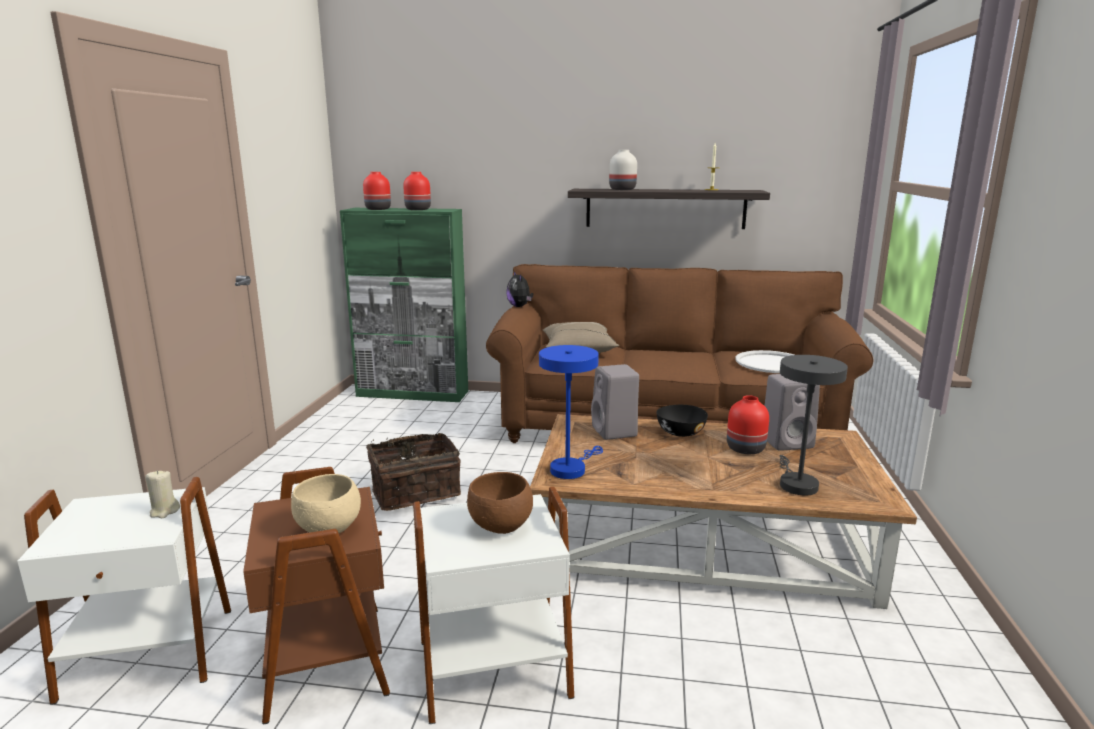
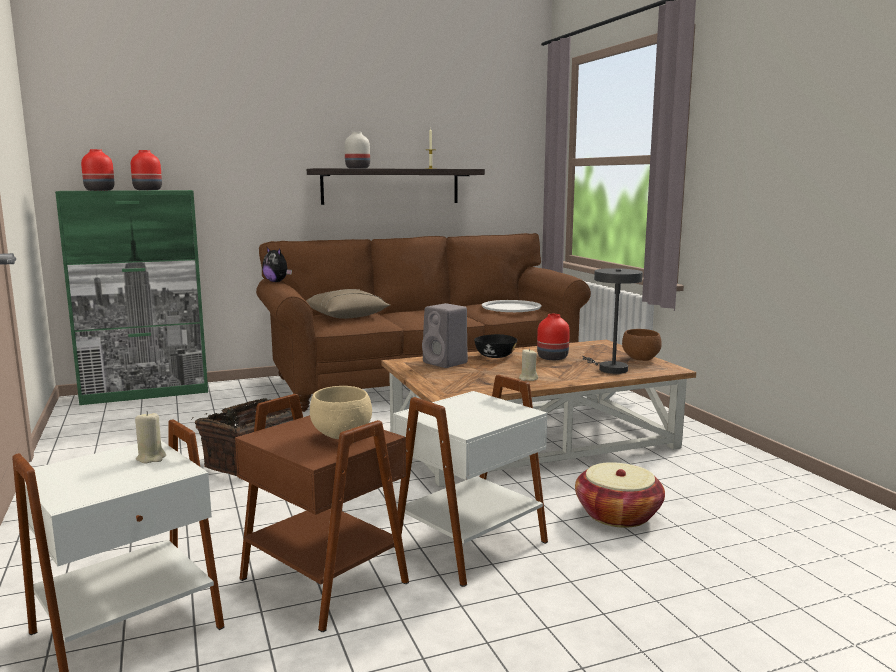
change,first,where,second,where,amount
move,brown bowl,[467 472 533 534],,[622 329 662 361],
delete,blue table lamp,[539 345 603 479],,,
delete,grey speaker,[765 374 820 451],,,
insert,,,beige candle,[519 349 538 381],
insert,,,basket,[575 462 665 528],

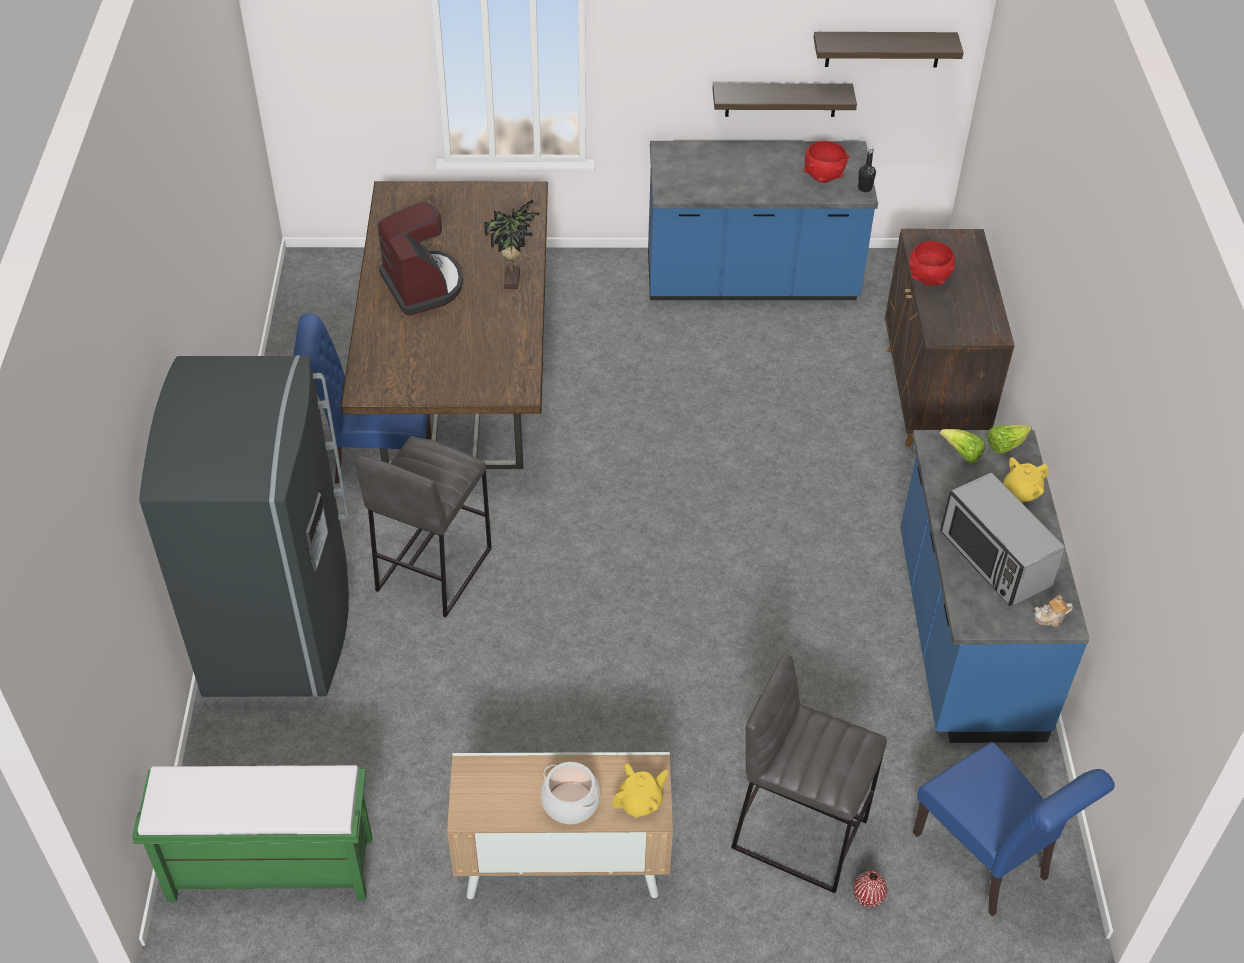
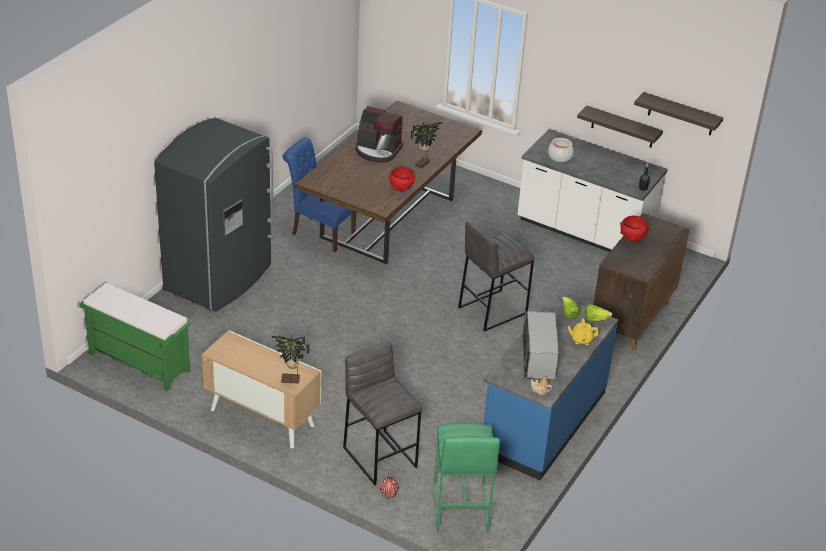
change,first,where,second,where,amount
move,grey stool,[355 436 492 618],,[458 221 534 331],
rotate,coffee machine,[378 201 463 316],,[355 106 403 163],105 degrees clockwise
move,cooking pot,[541 762 600 824],,[548 138 574 162],
replace,yellow teapot,[612 763 669 818],potted plant,[272 336 309 384],
recolor,blue counter,[648 141 878 300],white counter,[517 129 668 252],
move,red bowl,[804 141 849 183],,[388 167 416 192],
replace,blue chair,[913 742 1115 917],green stool,[434 423 500 532],

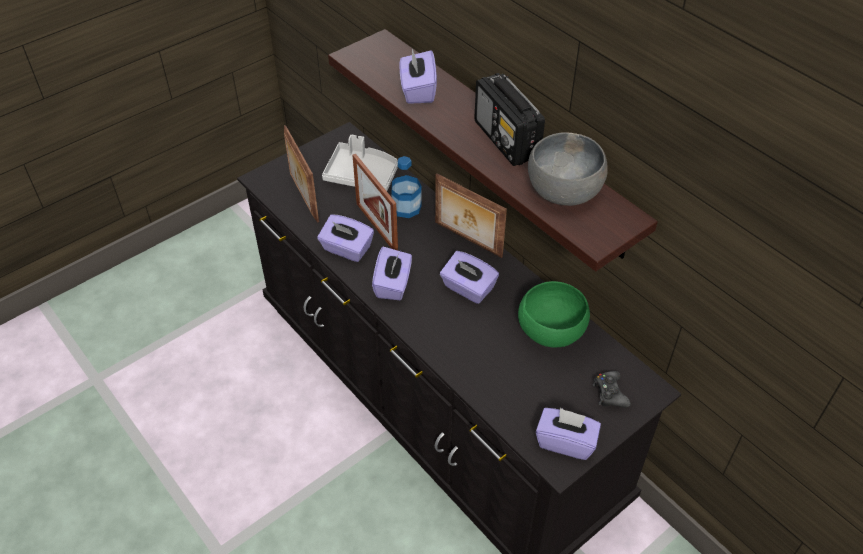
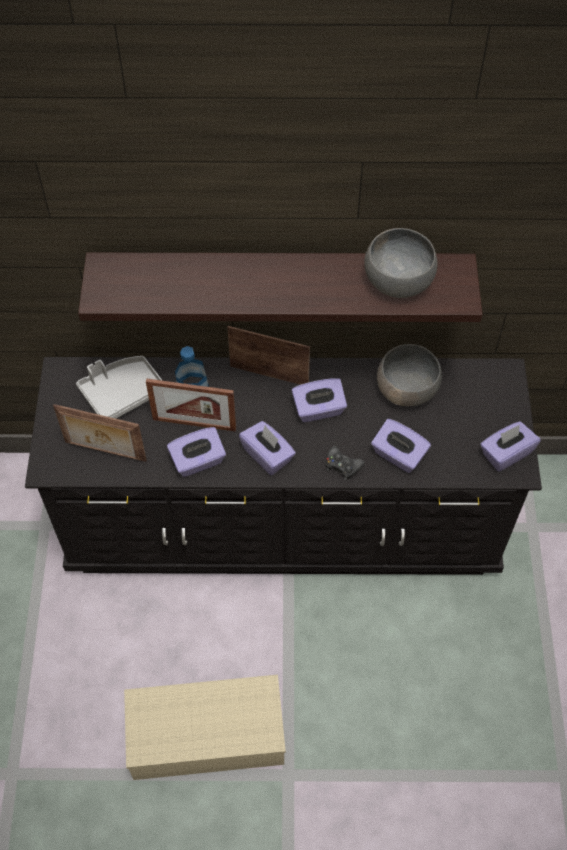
change,first,where,second,where,amount
move,purple tissue box,[400 49 437 104],,[371 419 431 473],
rotate,picture frame,[435 173 507 258],,[227 326 310 385],150 degrees counterclockwise
delete,radio,[474 73 545 166],,,
recolor,green bowl,[518 281 590 347],grey bowl,[377 344 442 406],
move,black game controller,[592 371 631 407],,[325 446 365 481],
insert,,,beige storage box,[124 675 286 780],

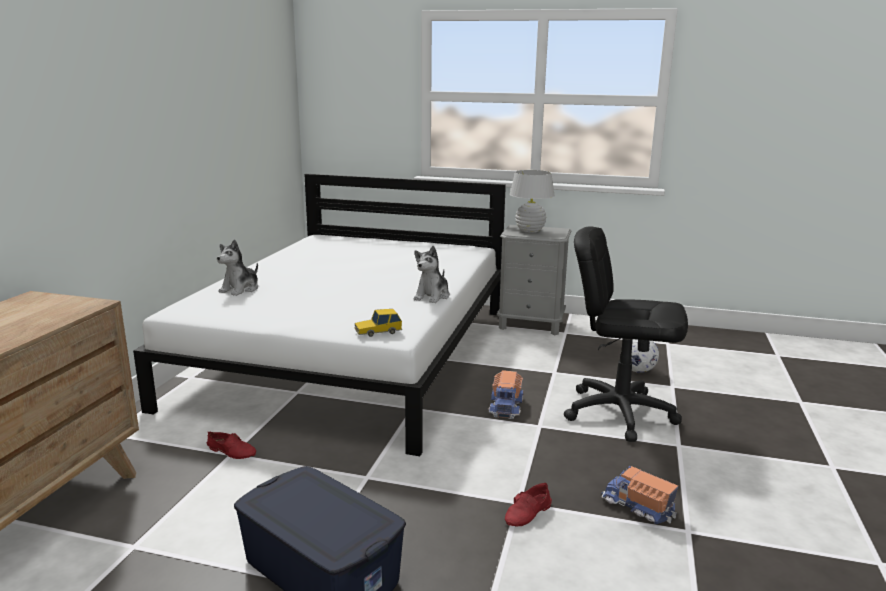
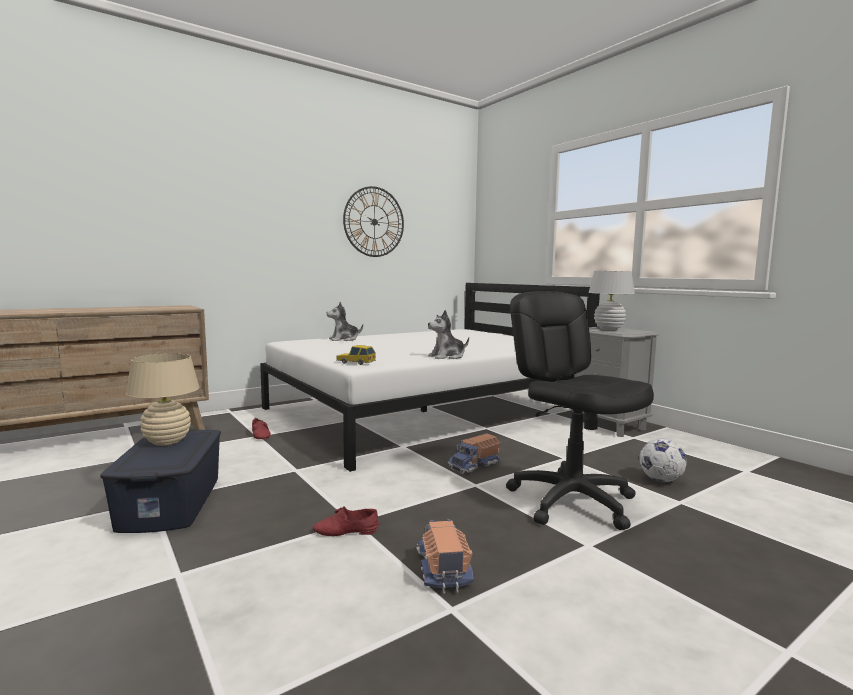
change,first,where,second,where,amount
insert,,,beige table lamp,[126 354 199 446],
insert,,,wall clock,[343 186 404 257],

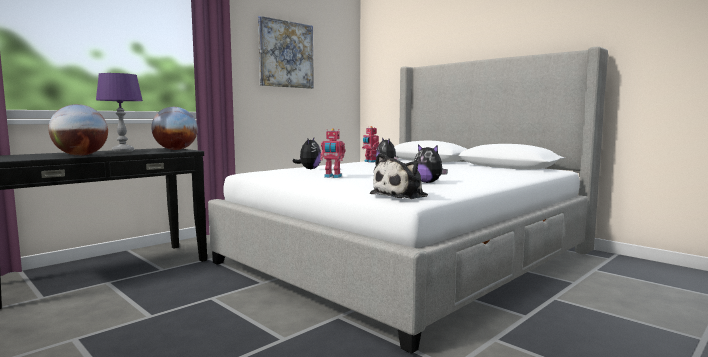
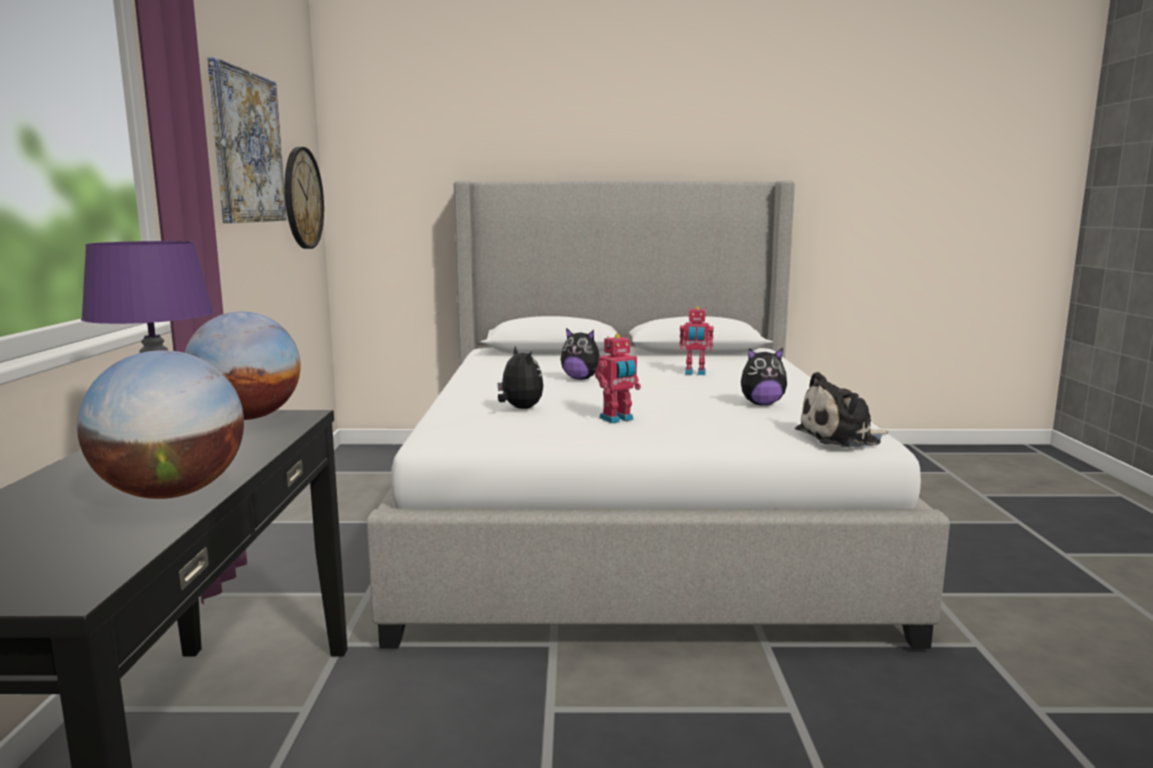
change,first,where,second,where,amount
move,toy robot,[362 126 379 163],,[679 306 714 375],
rotate,plush toy,[370 153 428 199],,[795 372 889 447],75 degrees clockwise
insert,,,wall clock,[285 147 324 249],

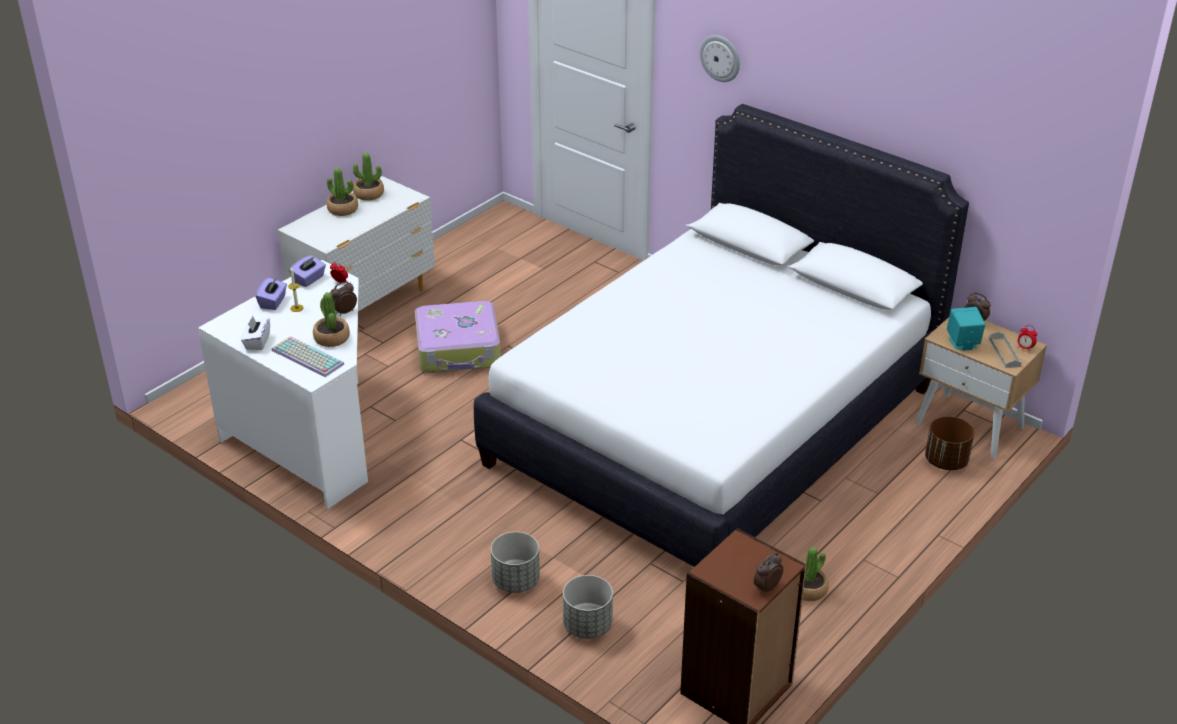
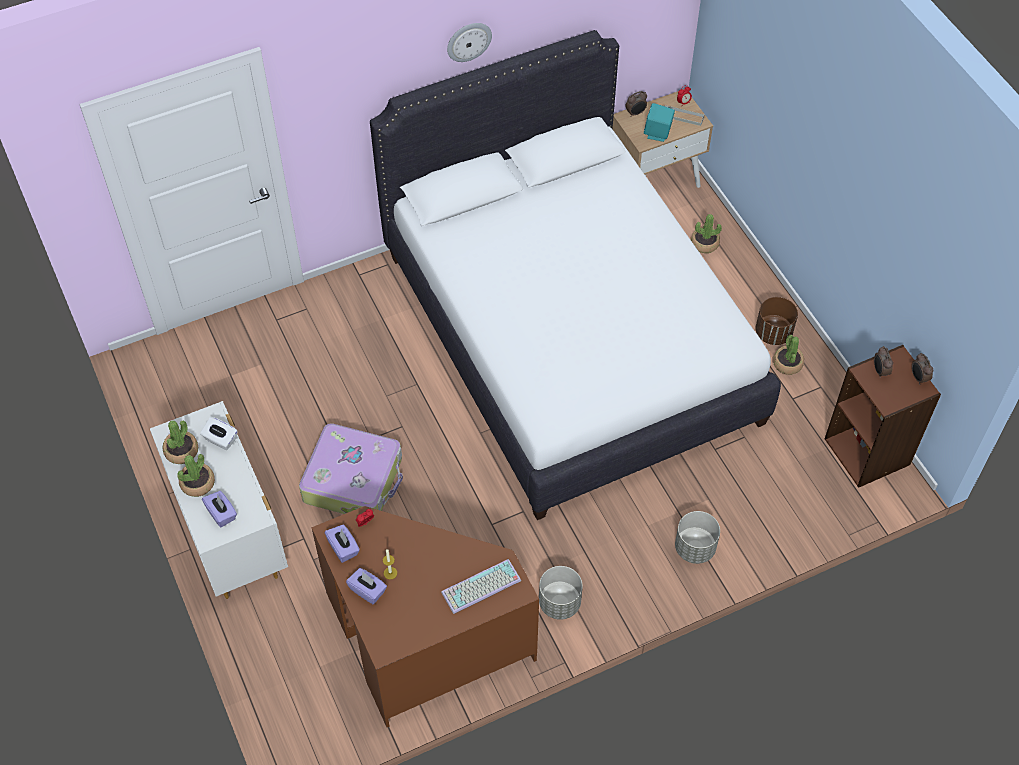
change,first,where,second,where,amount
recolor,white desk,[198 260 368 509],brown desk,[311 506 539 727],
move,white tissue box,[241 316 270 350],,[200 417 237 450],
move,potted plant,[313 292 350 347],,[691 214 722 253],
move,alarm clock,[330 281 357 316],,[874 346 893 378],
move,grey planter,[563 575 613 639],,[539 566 583 620],
move,wall clock,[700 35 740 82],,[447 23 492 62],
move,brown planter,[925 416 974 470],,[756 297 798 345],
insert,,,purple tissue box,[202 491 237 528],

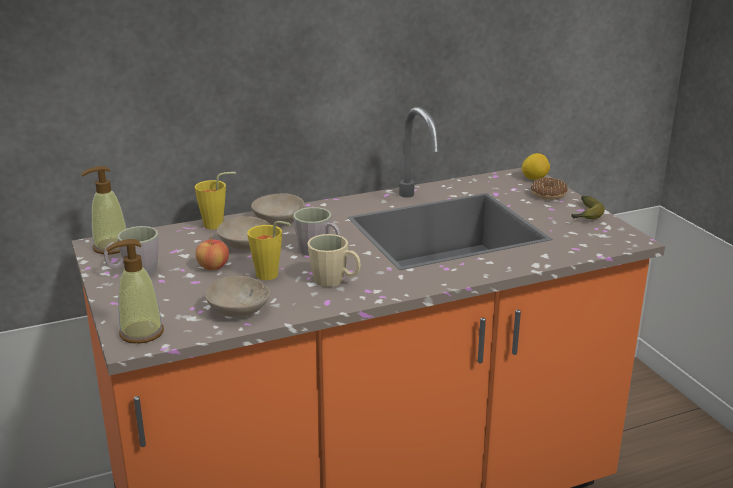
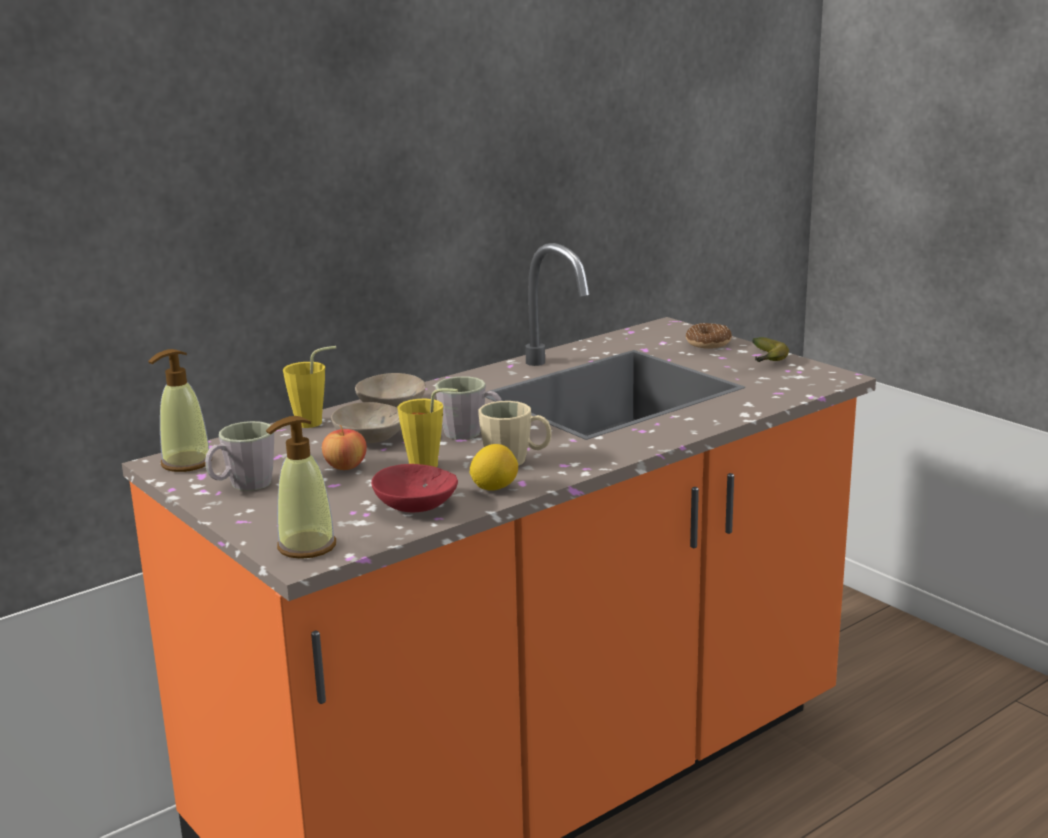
change,first,where,second,where,amount
recolor,beige bowl,[205 276 271 317],red bowl,[371 464 458 512],
move,lemon,[521 153 550 180],,[470 444 518 490],

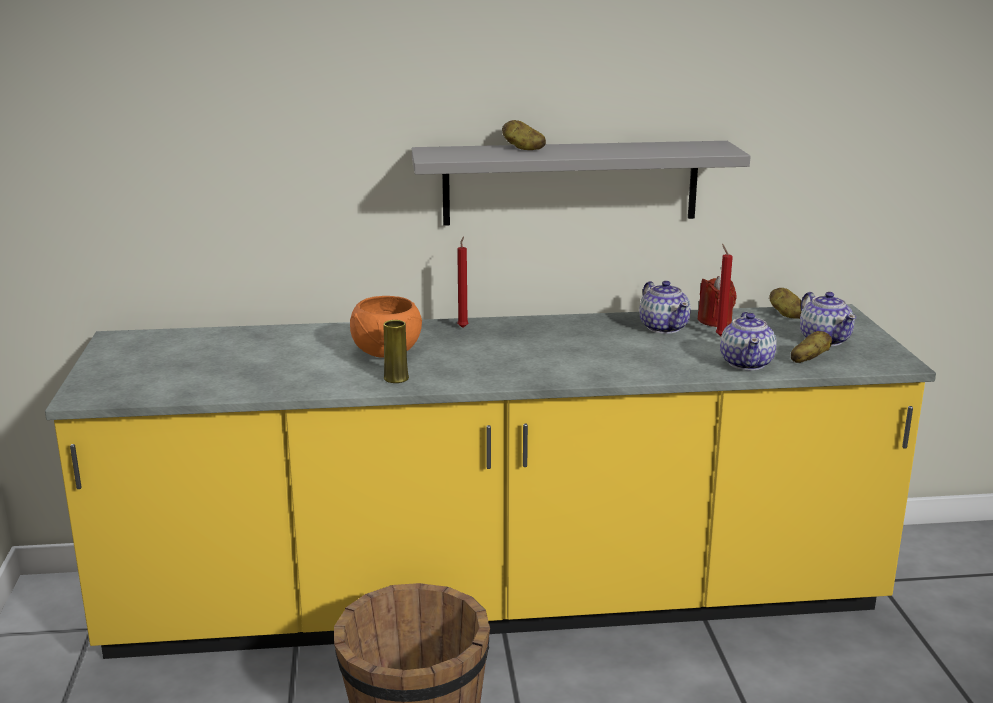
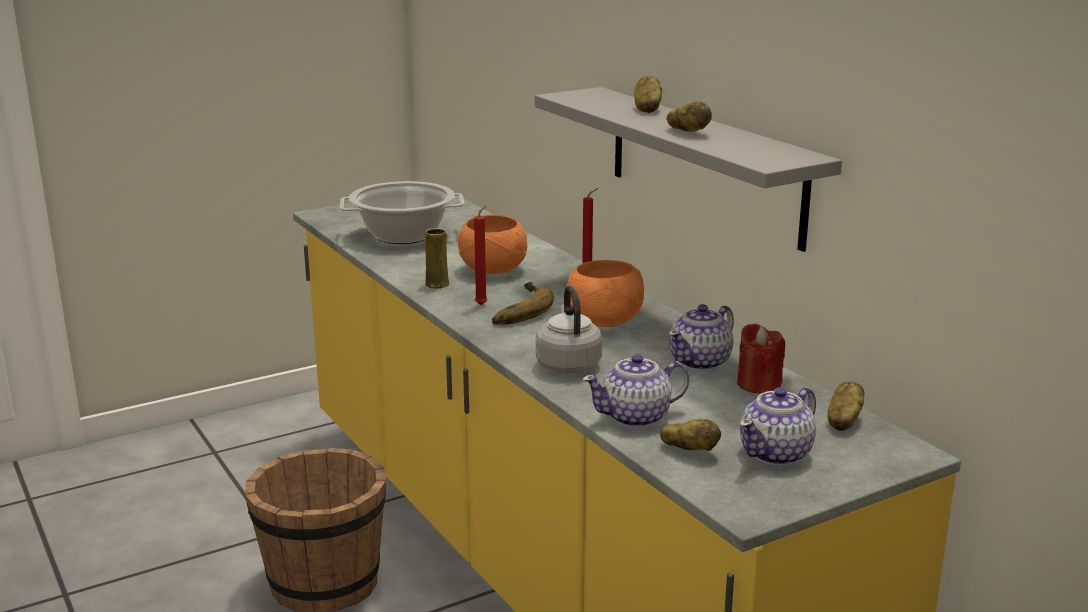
change,first,where,second,where,amount
move,red candle,[716 244 733 336],,[474 205 487 305],
insert,,,cooking pot,[340 181 464 244],
insert,,,banana,[492 282 554 325],
insert,,,grey kettle,[536 286 602 373],
insert,,,orange bowl,[566 260 644 327],
insert,,,potato,[666 102 712 132],

